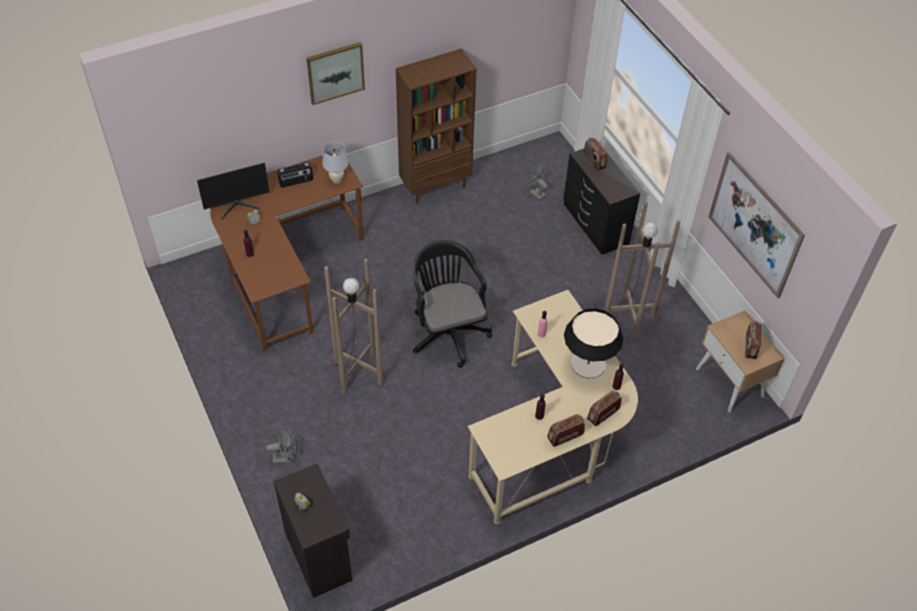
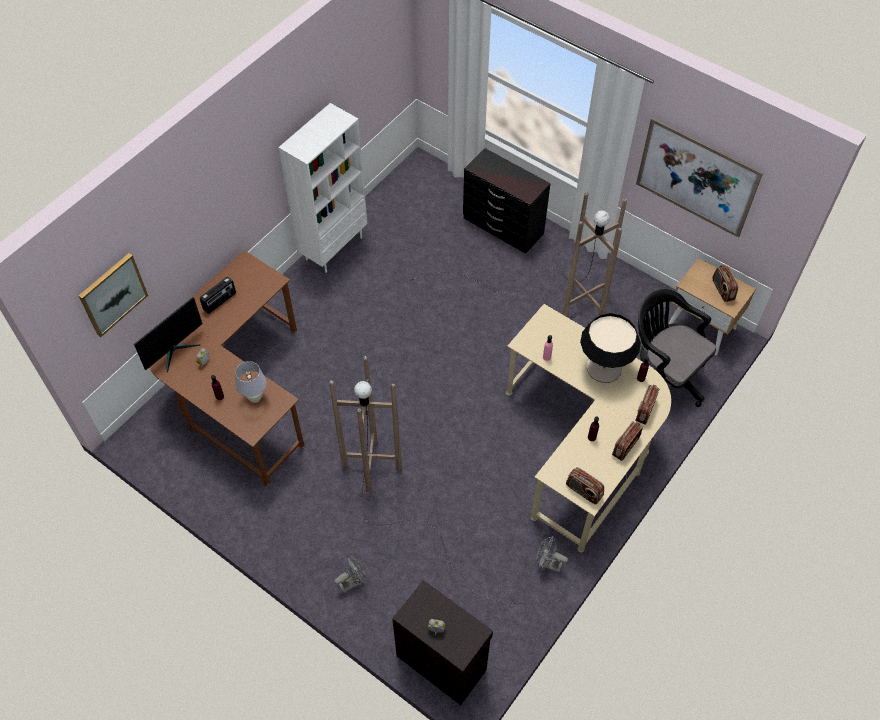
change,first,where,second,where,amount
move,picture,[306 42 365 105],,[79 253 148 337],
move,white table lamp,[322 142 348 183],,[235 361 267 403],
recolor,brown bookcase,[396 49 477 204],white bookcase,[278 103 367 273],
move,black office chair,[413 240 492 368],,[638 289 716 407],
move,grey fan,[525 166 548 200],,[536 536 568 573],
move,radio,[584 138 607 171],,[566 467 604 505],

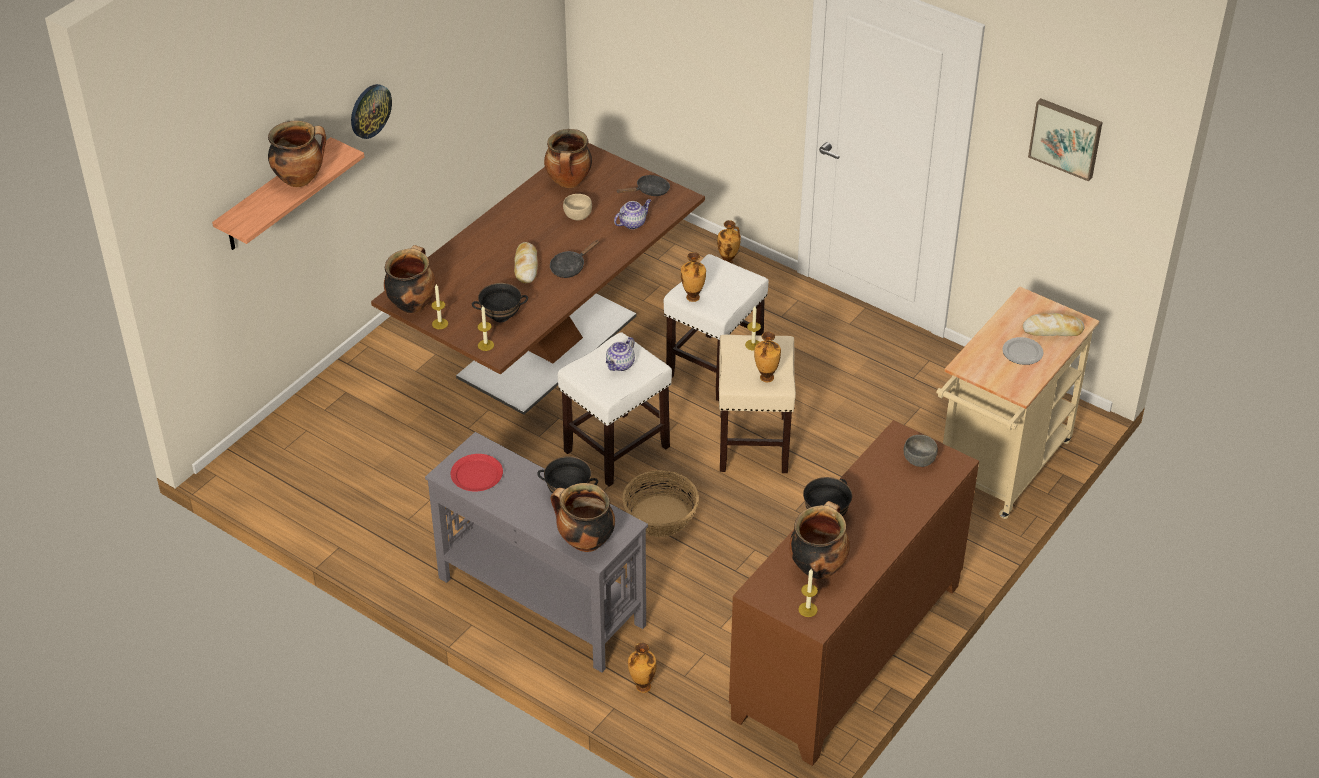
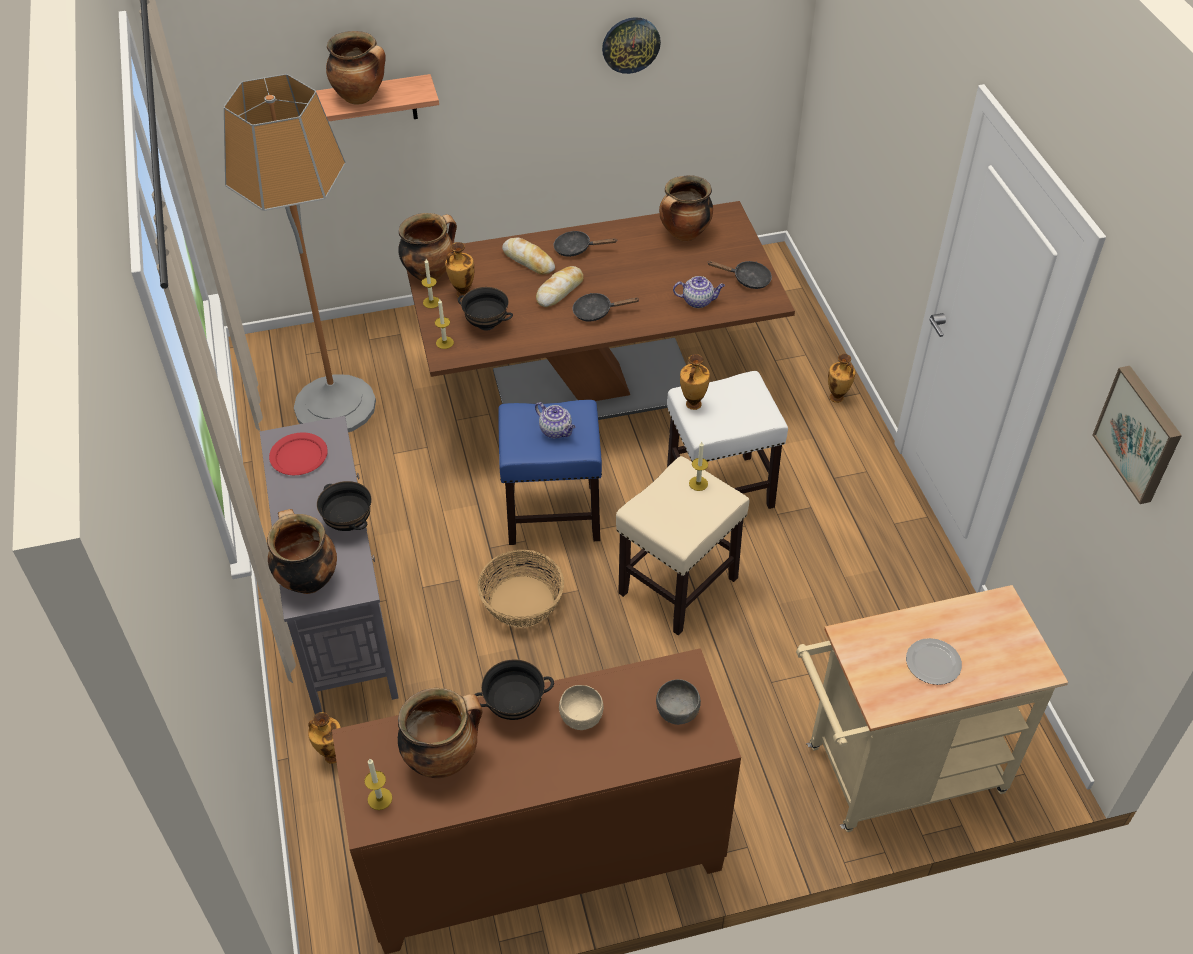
change,first,where,second,where,amount
move,wall clock,[351 84 392 139],,[602 17 661 74],
recolor,white stool,[557 332 672 487],blue stool,[498 400 602 545],
move,beige bowl,[563 194 592 220],,[559 685 603 730],
rotate,teapot,[606 337 635 371],,[535 402 576 438],120 degrees counterclockwise
move,vase,[754 332 781 382],,[445 242 475 299],
move,bread,[1023 313 1085 336],,[502 238 555 275],
insert,,,floor lamp,[224 74 376 432],
insert,,,black frying pan,[553 231 617 257],

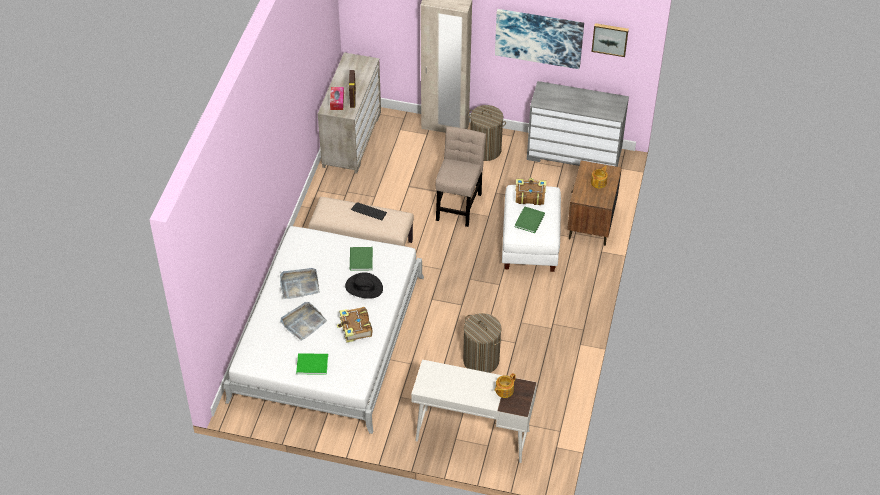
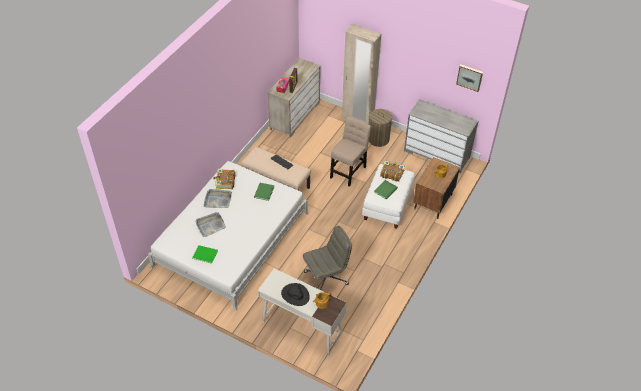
change,first,where,second,where,amount
move,book,[337 307 373 343],,[213 169 235 190],
move,black hat,[345 272 383 299],,[281 283 310 306],
replace,laundry basket,[463 313 501 373],grey office chair,[303 226 352 290],
delete,picture,[495 9 584 69],,,

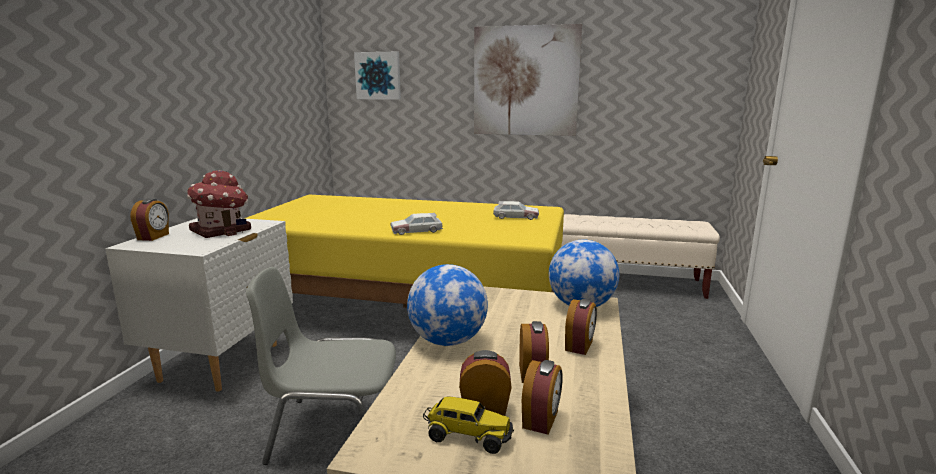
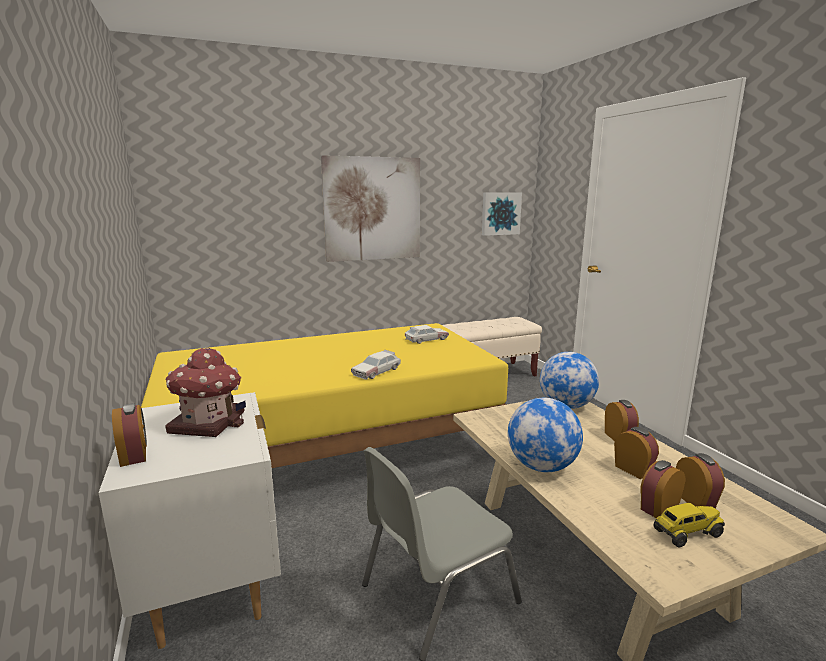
change,first,where,second,where,amount
move,picture,[354 52 401 100],,[482 192 522 236],

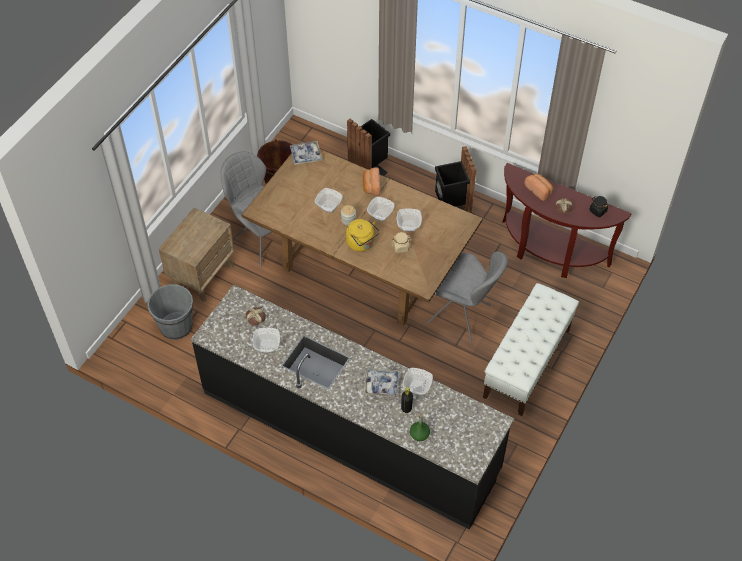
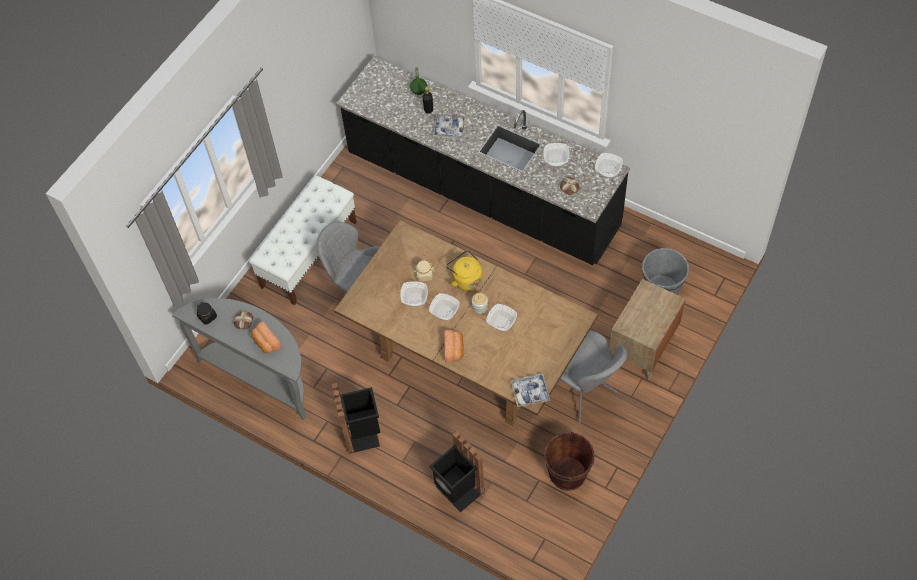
change,first,where,second,where,amount
move,bowl,[403 368 433 395],,[595 153 623 178],
recolor,brown console table,[502 163 632 278],grey console table,[172 298 307 420],

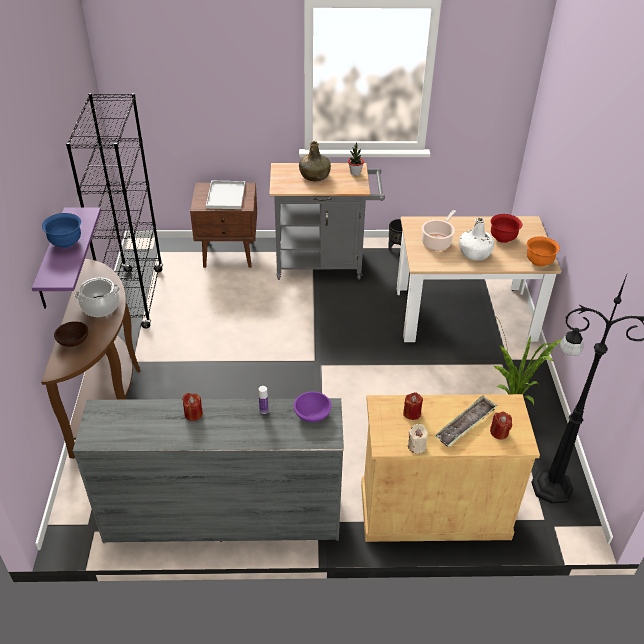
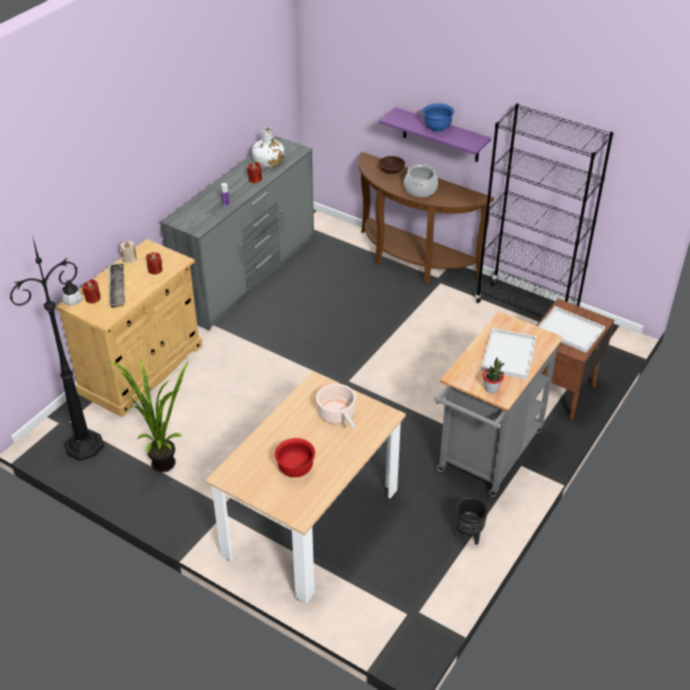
change,first,where,second,where,amount
delete,purple bowl,[294 392 331 422],,,
replace,green bottle,[299 141 331 181],white tray,[481 328 537 379],
move,white bottle,[459 218 494 261],,[252 127 284 168],
delete,orange bowl,[527 236 560 267],,,

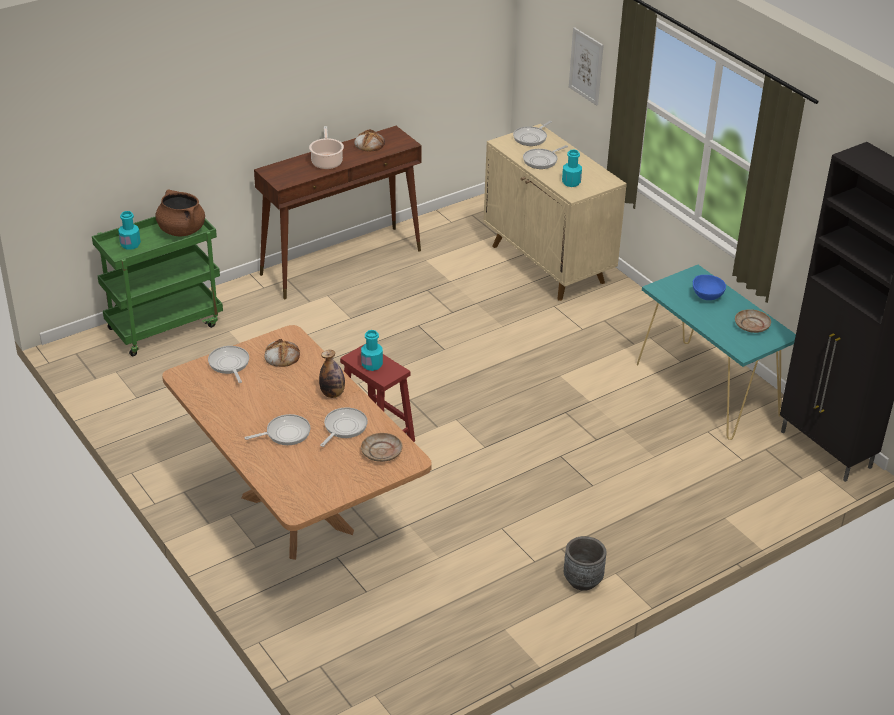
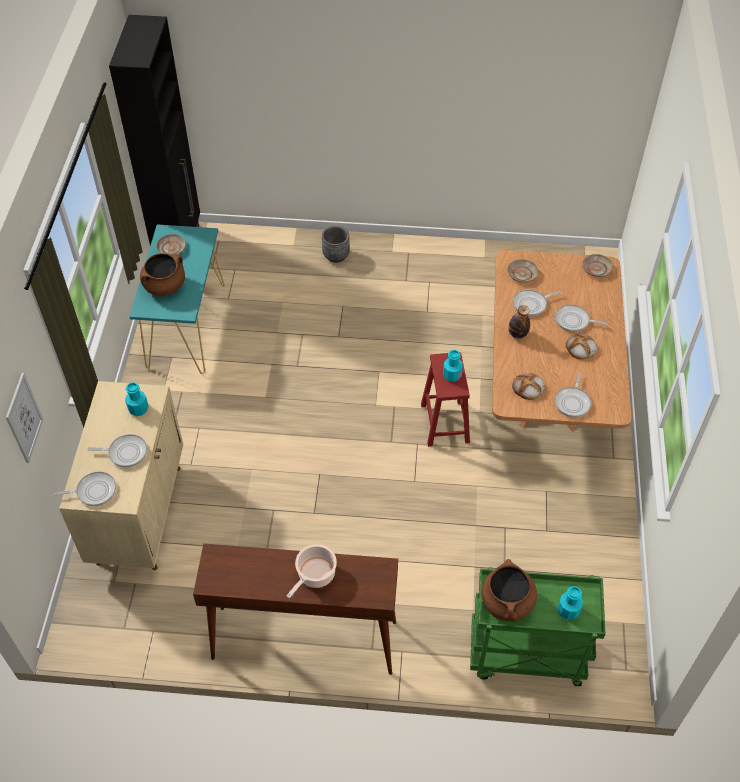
change,first,where,second,where,amount
move,bread,[354 129 385 152],,[566 334 597 359],
move,grey planter,[564 536 607 591],,[322 226 350 263],
replace,blue bowl,[693 275 726 300],brown cooking pot,[140 253 185 296],
insert,,,beige plate,[582 254 614 277],

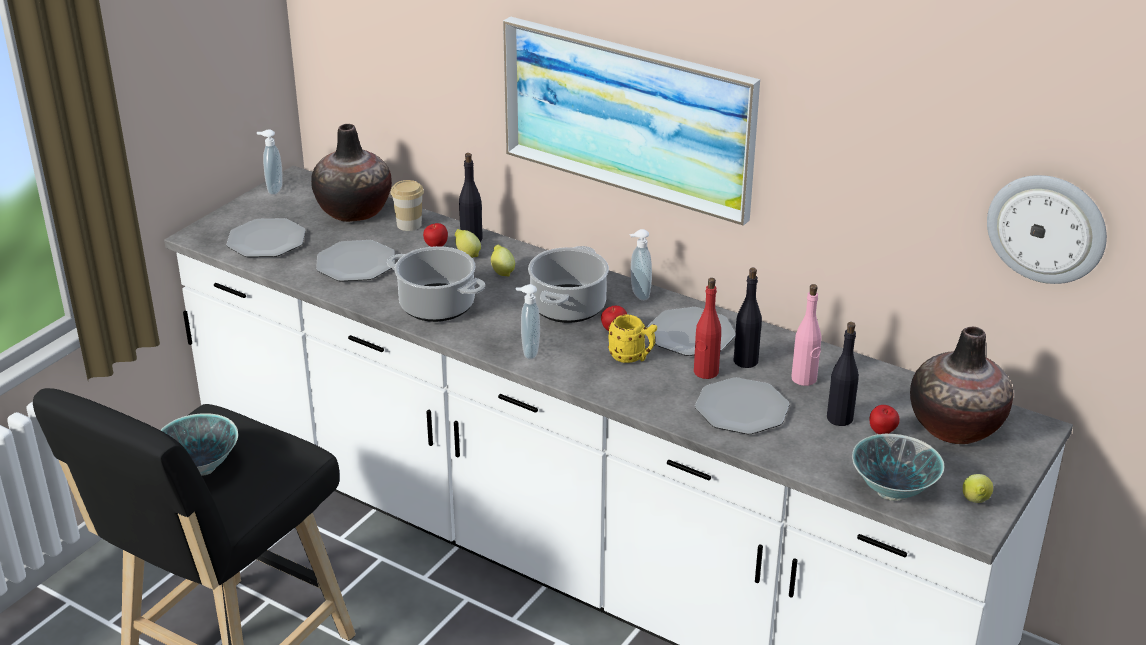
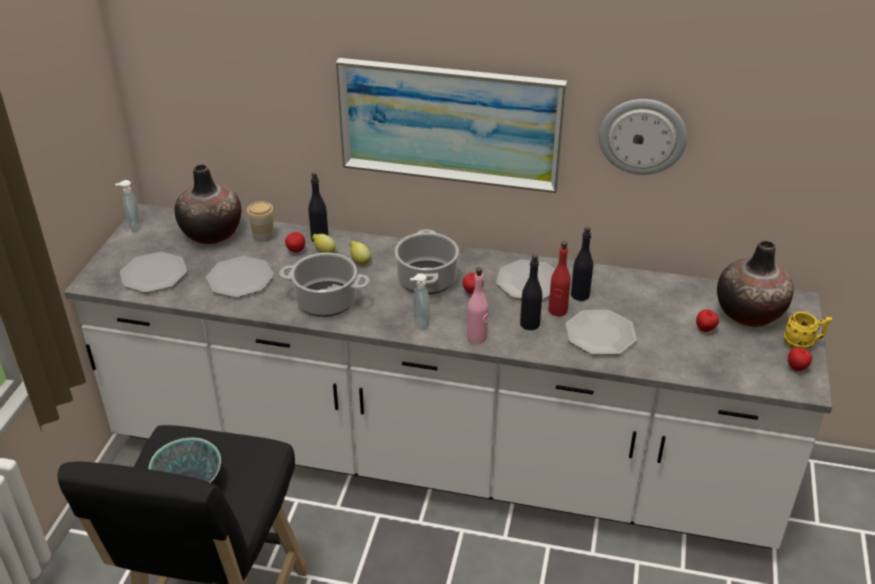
change,first,where,second,where,amount
move,yellow mug,[608 314 657 363],,[784 312 832 350],
delete,soap dispenser,[629 229 652 301],,,
move,pink bottle,[791 284 821 386],,[467 267 489 344],
move,black bottle,[827 322 859 426],,[520 254 542 330],
delete,bowl,[852 434 944 501],,,
replace,lemon,[963 474 993 503],apple,[788 347 812 371],
move,wall clock,[987 175 1107 284],,[599 99 687 175],

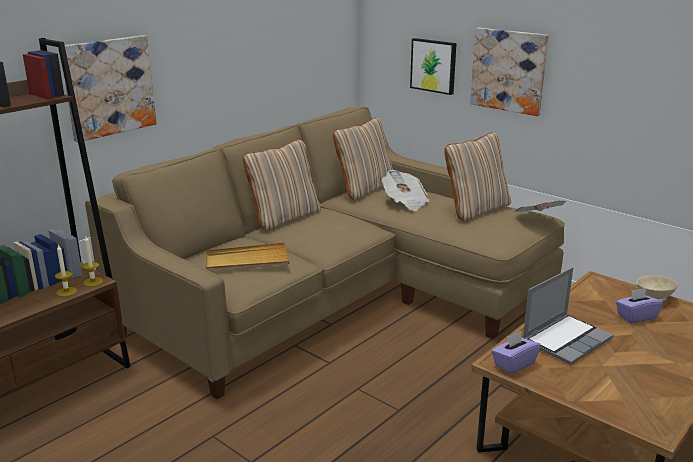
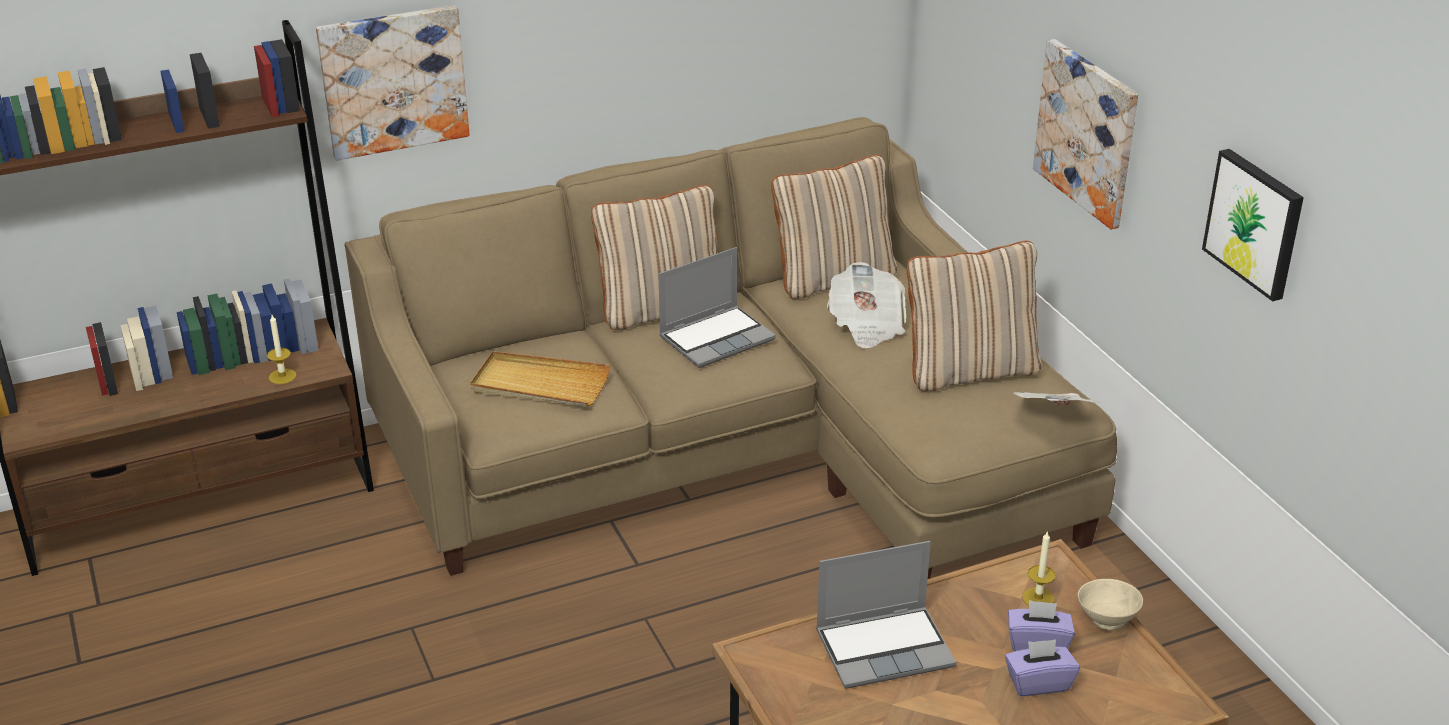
change,first,where,second,where,amount
move,candle,[82 236 103 286],,[1022 532 1056 606],
move,picture,[410 38 456 95],,[1202 149 1304 301],
move,purple tissue box,[491 331 541 374],,[1005 639 1080 696],
insert,,,laptop,[658 247 776 368],

